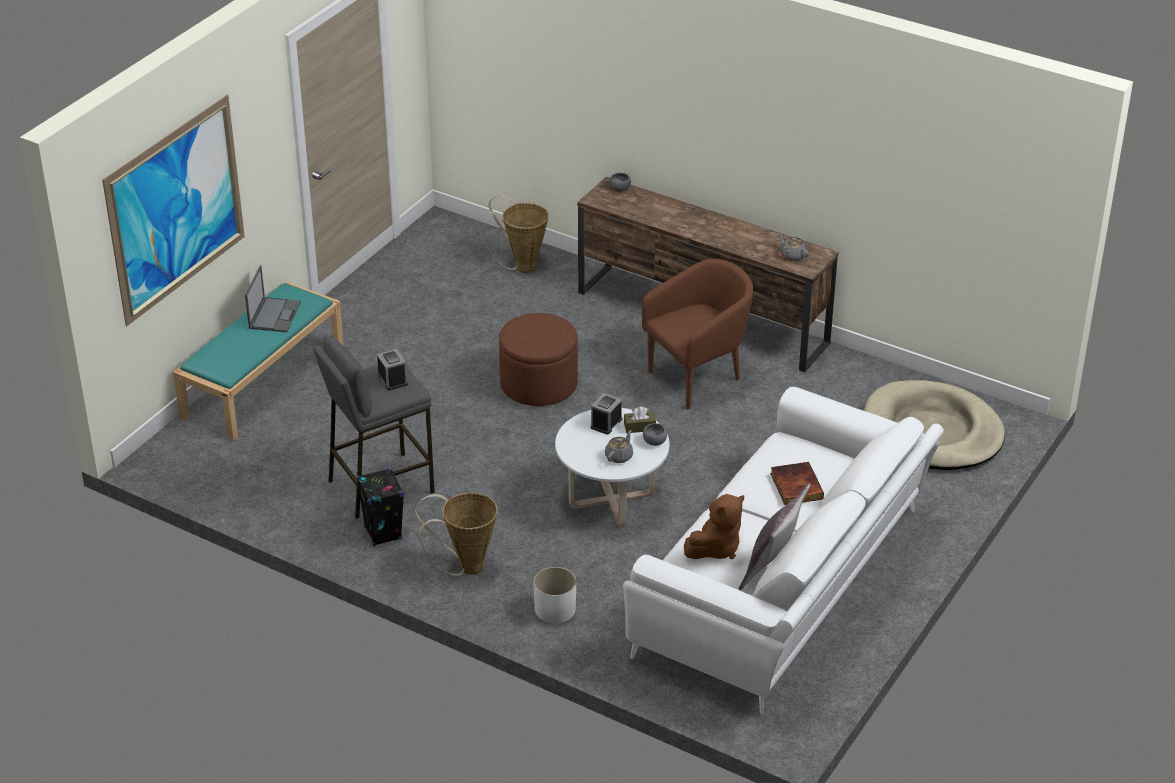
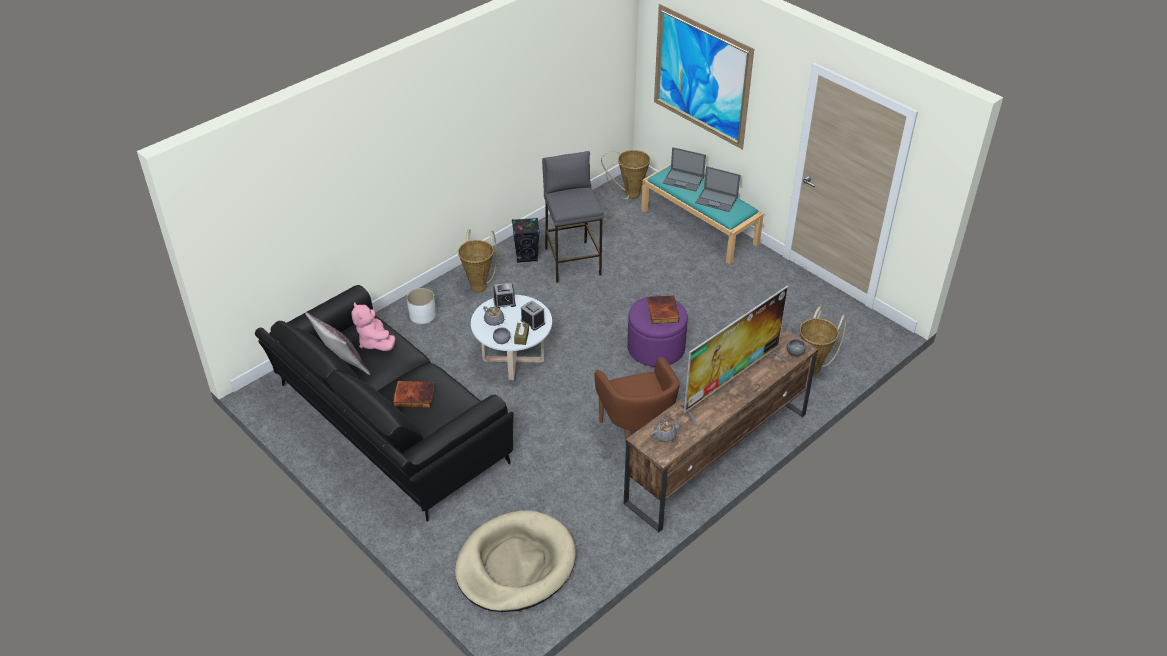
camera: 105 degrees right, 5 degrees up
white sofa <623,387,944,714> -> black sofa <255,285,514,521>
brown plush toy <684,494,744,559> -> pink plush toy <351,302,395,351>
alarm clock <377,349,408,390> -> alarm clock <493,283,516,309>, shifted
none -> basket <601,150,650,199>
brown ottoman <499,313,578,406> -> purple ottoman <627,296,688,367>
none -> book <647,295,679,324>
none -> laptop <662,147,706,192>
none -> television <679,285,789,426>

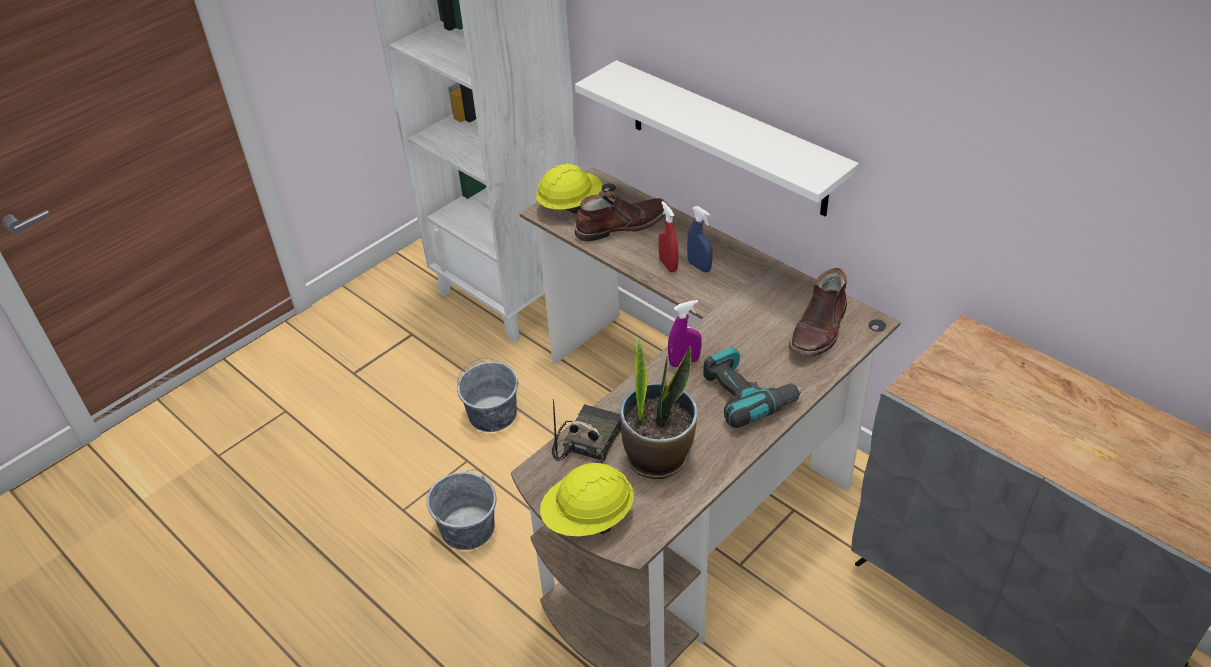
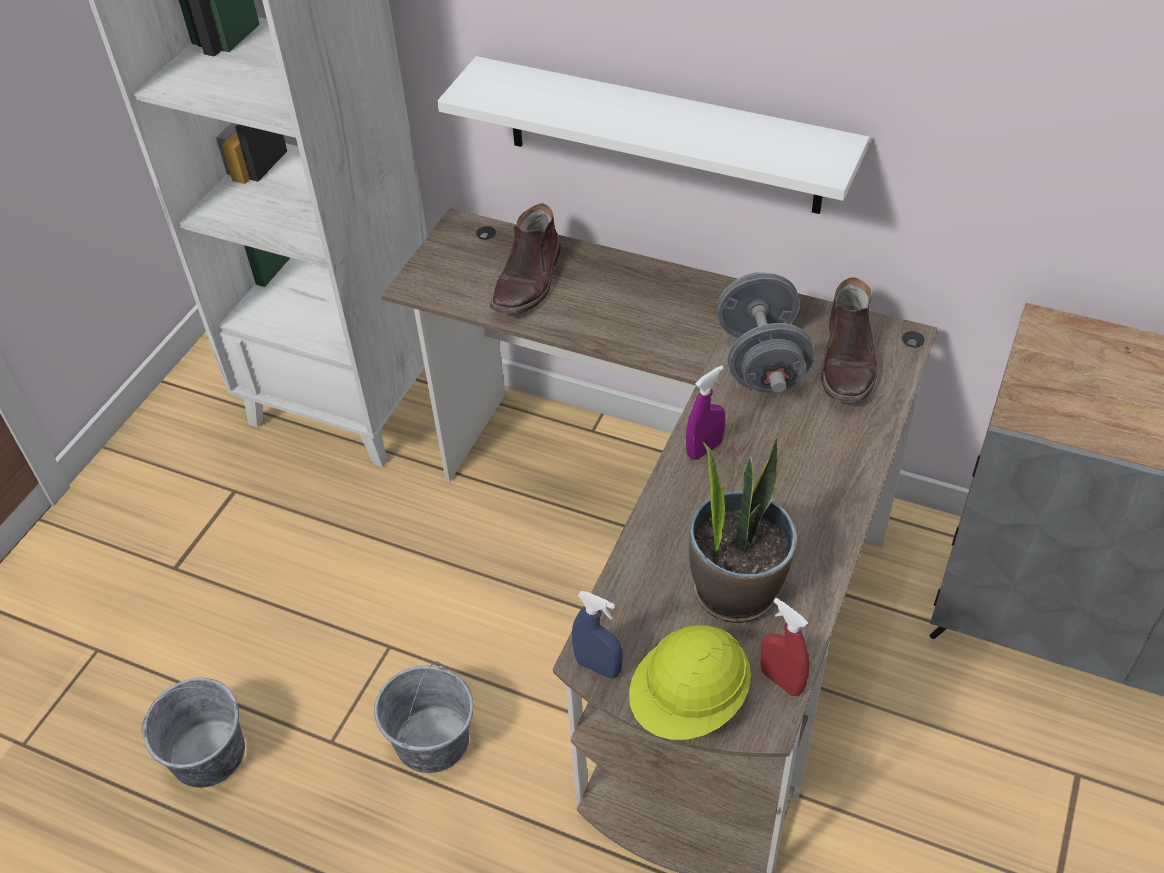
camera: 20 degrees left, 5 degrees up
grey bucket <457,357,518,432> -> grey bucket <142,678,245,788>, shifted
brown boot <574,191,669,241> -> brown boot <490,203,561,314>, 150 degrees clockwise
blue spray bottle <687,206,713,272> -> blue spray bottle <572,591,623,679>, shifted
none -> grey dumbbell <716,272,815,393>
red spray bottle <658,201,678,272> -> red spray bottle <761,598,810,696>, shifted
yellow hard hat <536,164,602,214> -> none
radio <552,399,621,463> -> none
power drill <703,347,805,428> -> none

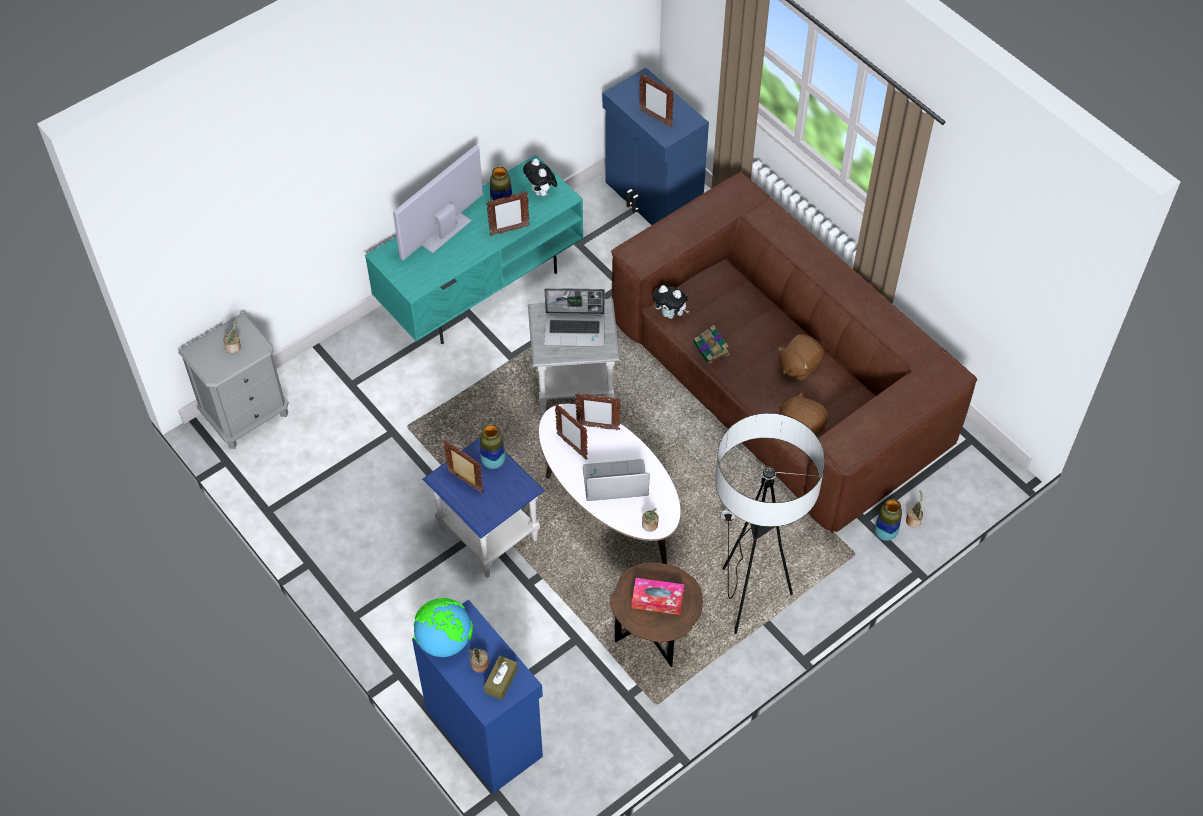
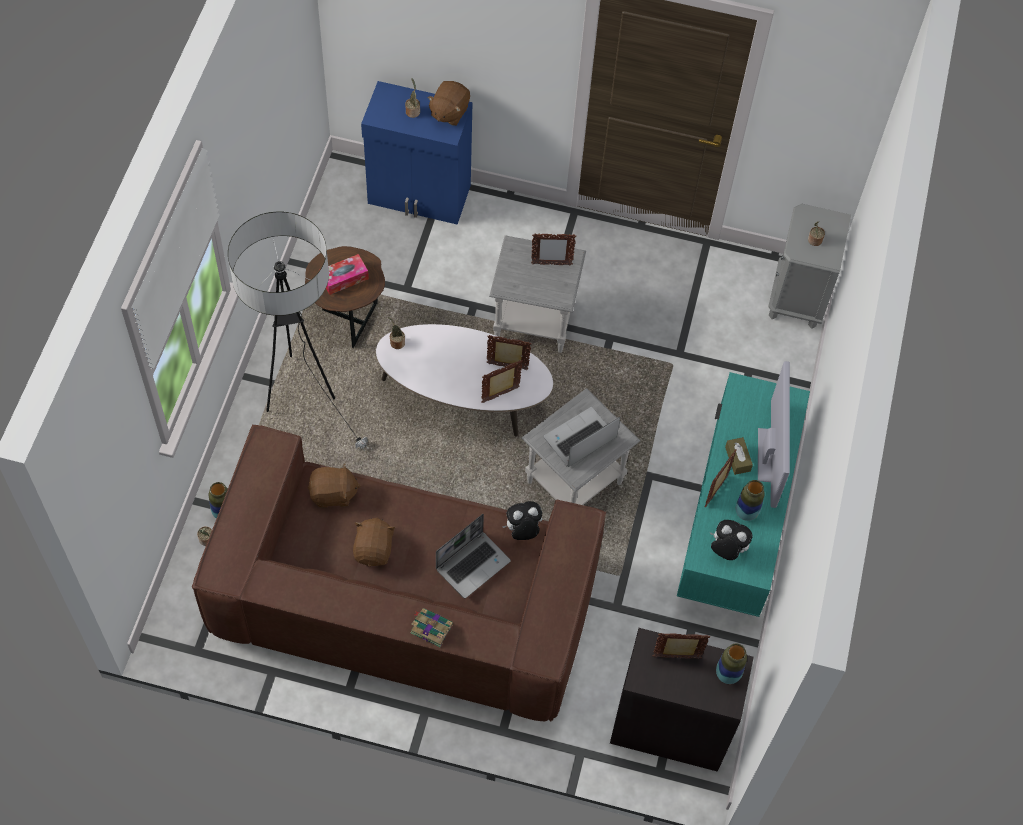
camera: 140 degrees right, 5 degrees up
book <693,325,730,365> -> book <411,608,453,647>, shifted
globe <413,598,473,657> -> brown plush toy <427,81,470,126>
laptop <583,459,650,501> -> laptop <436,514,511,598>, shifted
blue side table <422,438,545,578> -> grey side table <489,235,586,353>
blue cabinet <603,68,709,225> -> black cabinet <610,628,754,772>
vase <480,424,505,469> -> vase <716,644,747,684>, shifted
brown tissue box <484,655,518,700> -> brown tissue box <725,437,753,475>, shifted

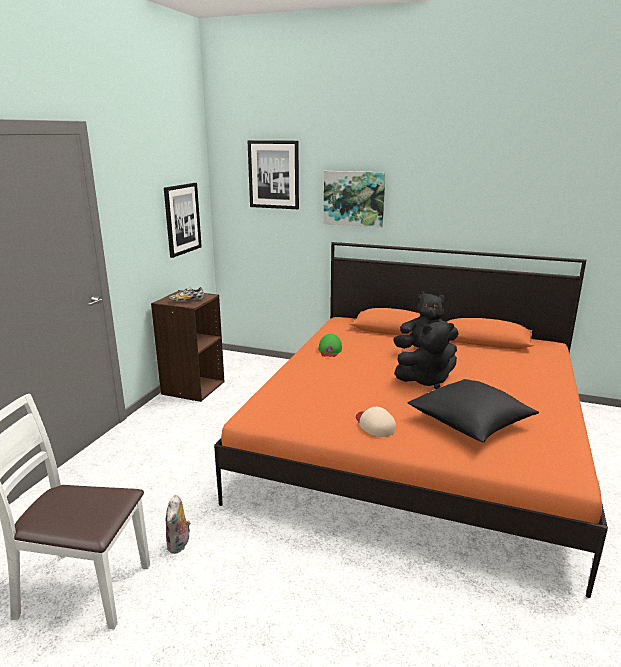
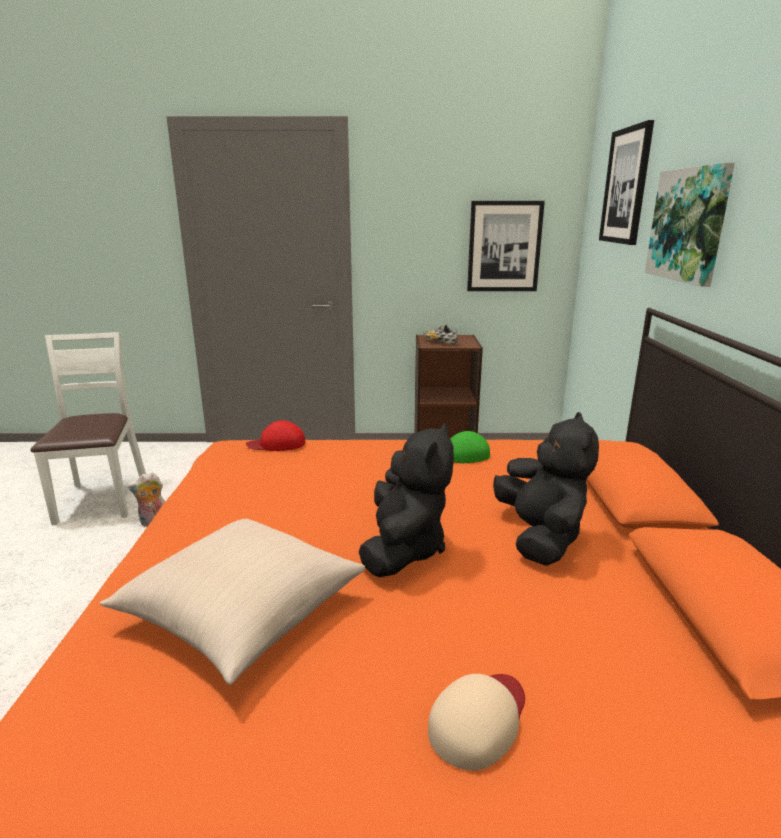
camera: 70 degrees right, 0 degrees up
black pillow <407,379,539,443> -> beige pillow <100,518,365,685>
none -> red cap <246,420,306,451>
black plush toy <394,322,457,389> -> black plush toy <359,423,454,578>, 135 degrees counterclockwise
beige cap <356,407,396,437> -> beige cap <428,674,525,771>, shifted

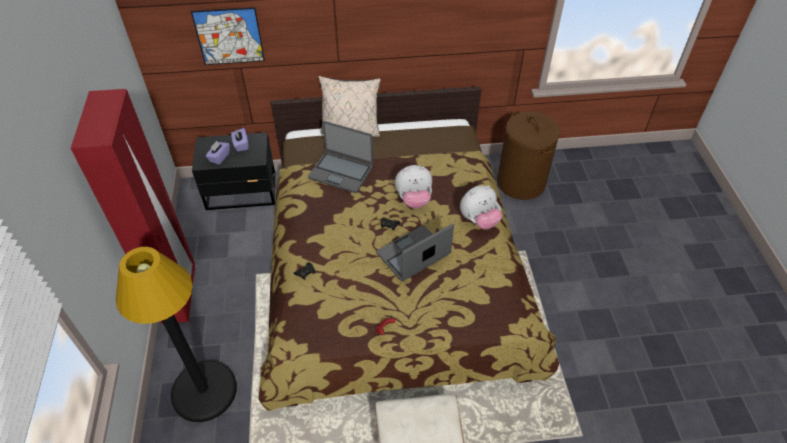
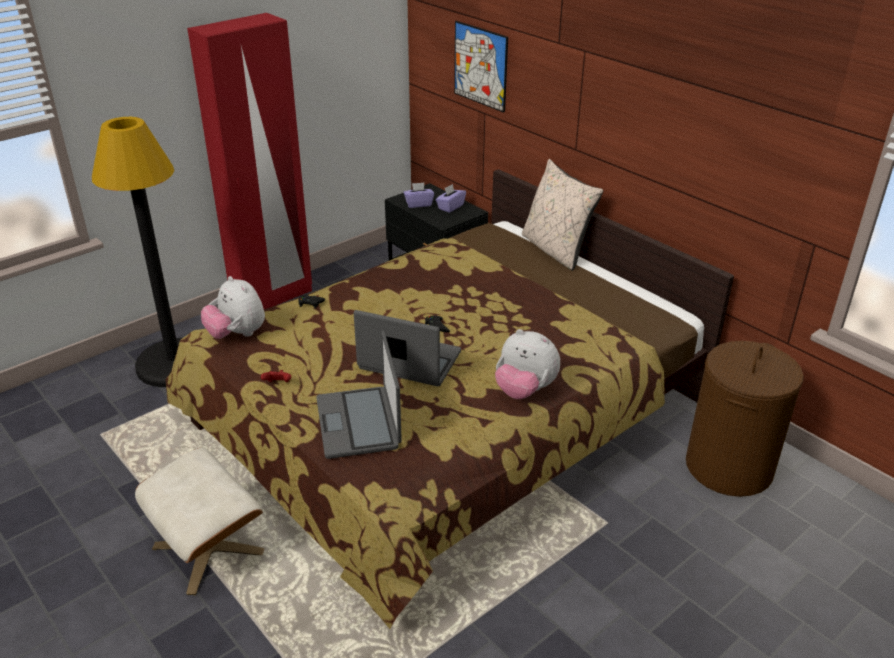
camera: 55 degrees right, 15 degrees down
plush toy <395,165,432,209> -> plush toy <201,276,265,339>, shifted
laptop <308,121,373,193> -> laptop <316,331,402,459>, shifted

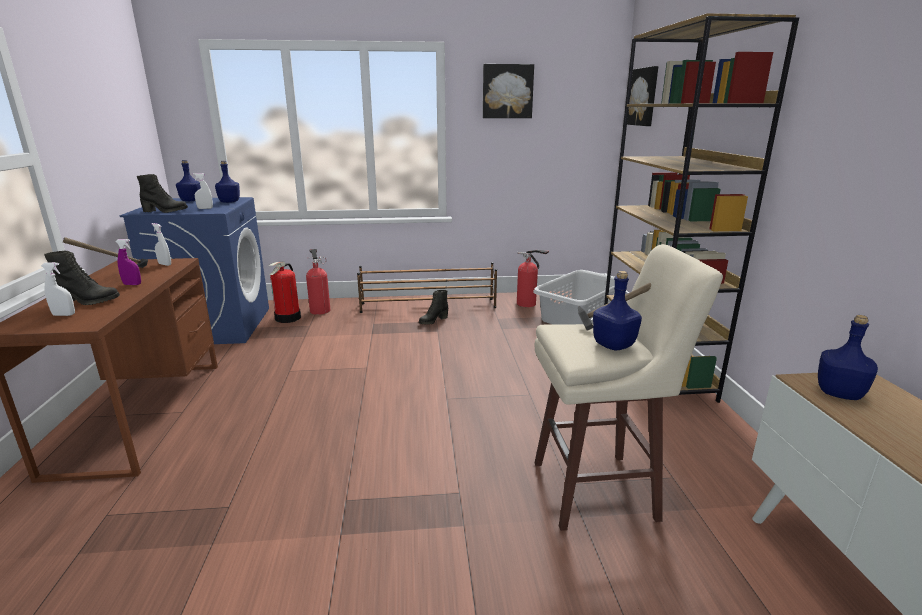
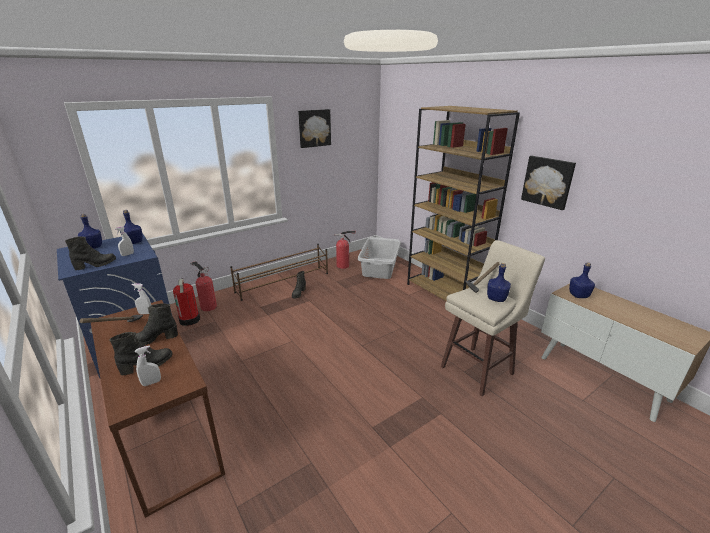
camera: 30 degrees left, 5 degrees up
purple spray bottle <115,239,141,285> -> black boot <136,303,178,345>
picture <627,66,659,126> -> picture <521,156,576,210>, shifted

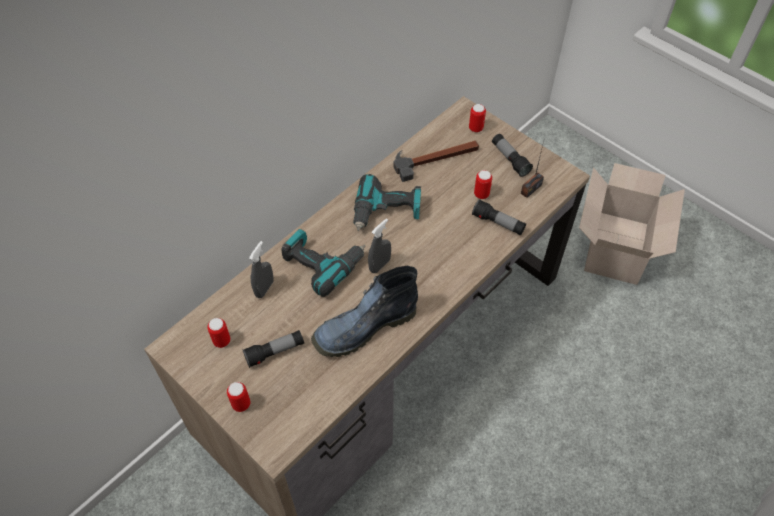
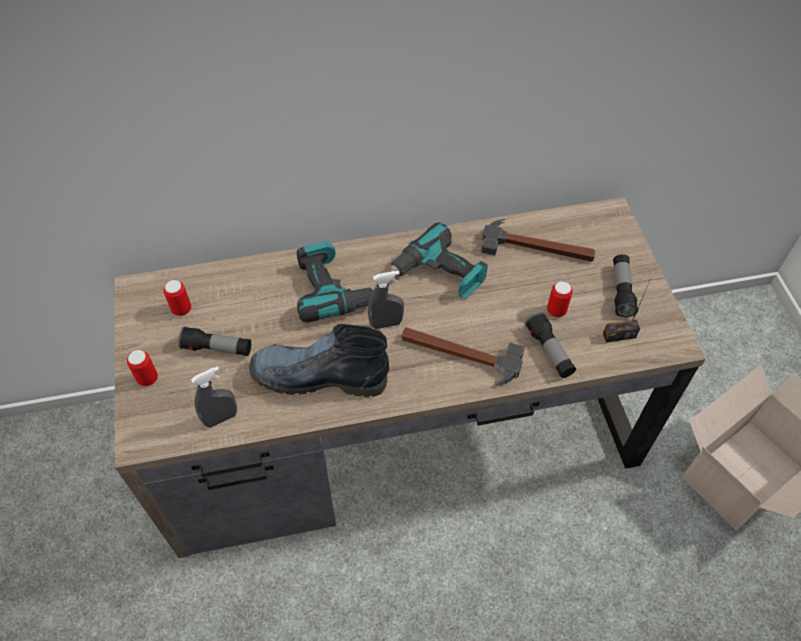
camera: 35 degrees right, 0 degrees up
grey spray bottle <249,241,274,298> -> grey spray bottle <191,366,237,428>, shifted
none -> hammer <402,327,525,385>
can <469,104,486,132> -> none

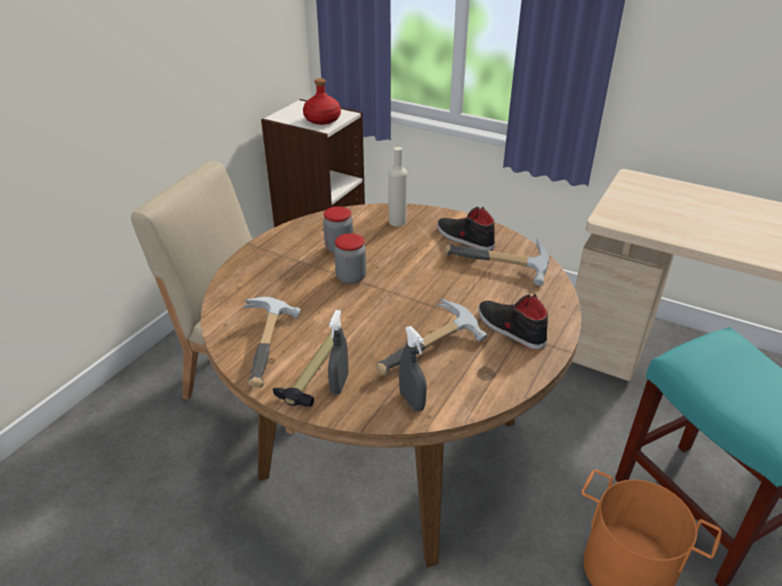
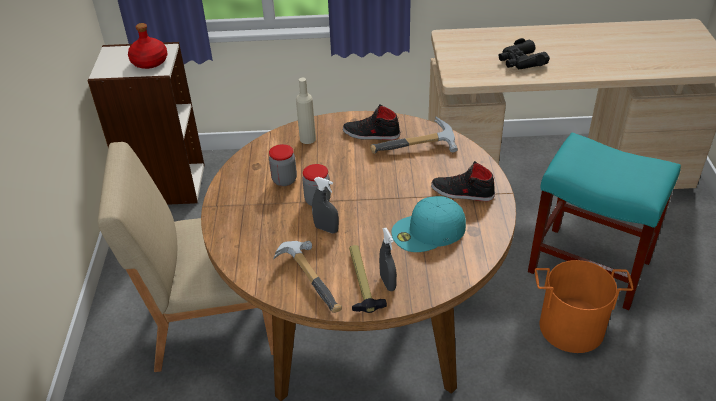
camera: 30 degrees left, 5 degrees up
grey spray bottle <399,326,427,411> -> grey spray bottle <312,177,339,233>, shifted
hammer <375,299,487,376> -> turquoise cap <391,196,466,252>
none -> black binoculars <498,38,550,69>

